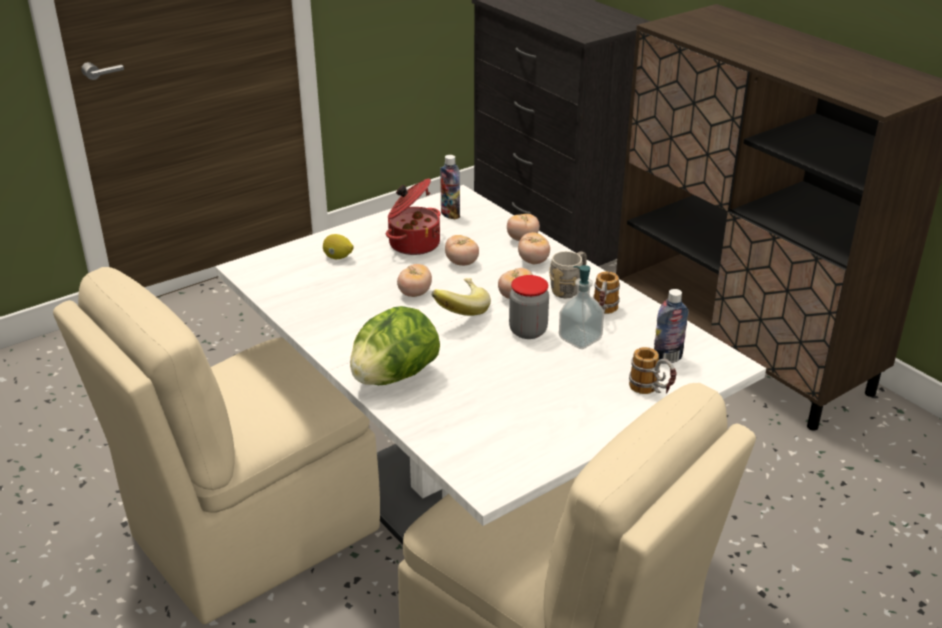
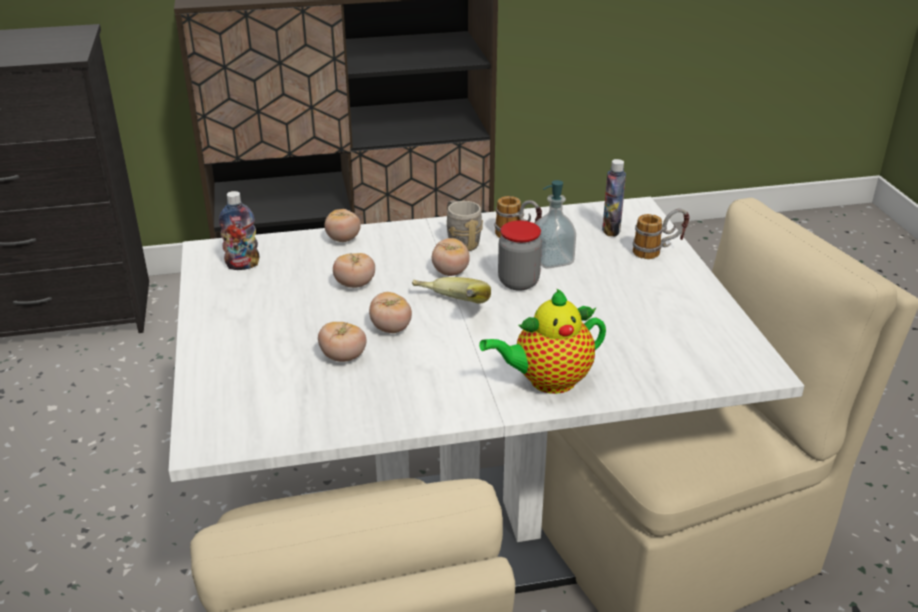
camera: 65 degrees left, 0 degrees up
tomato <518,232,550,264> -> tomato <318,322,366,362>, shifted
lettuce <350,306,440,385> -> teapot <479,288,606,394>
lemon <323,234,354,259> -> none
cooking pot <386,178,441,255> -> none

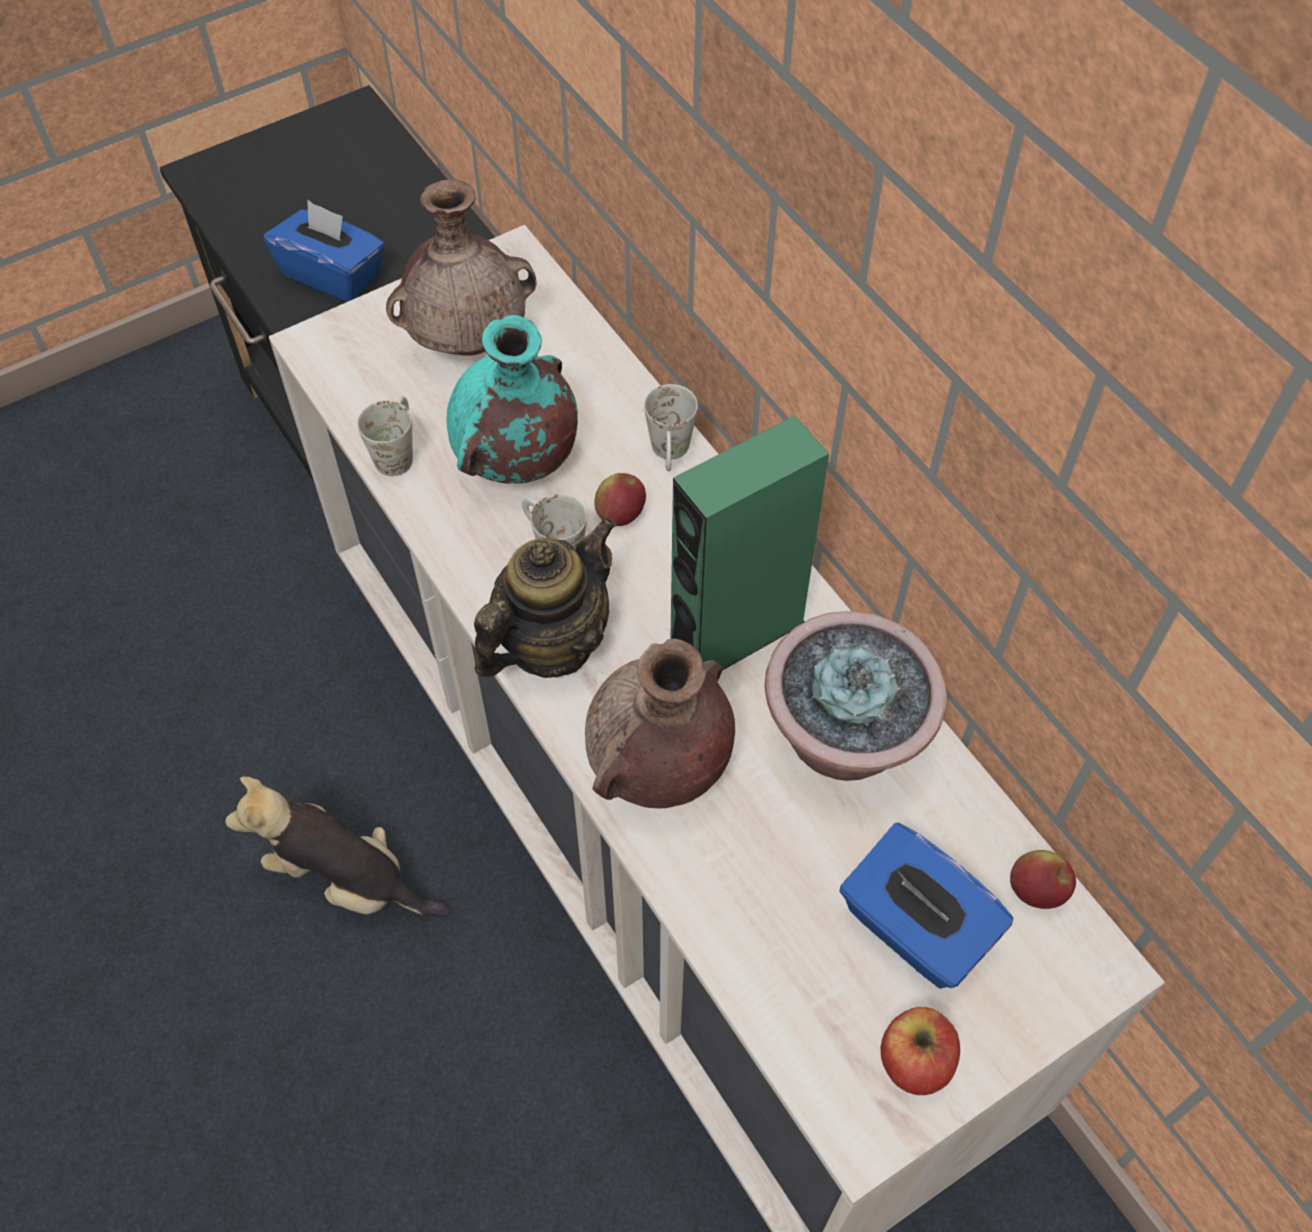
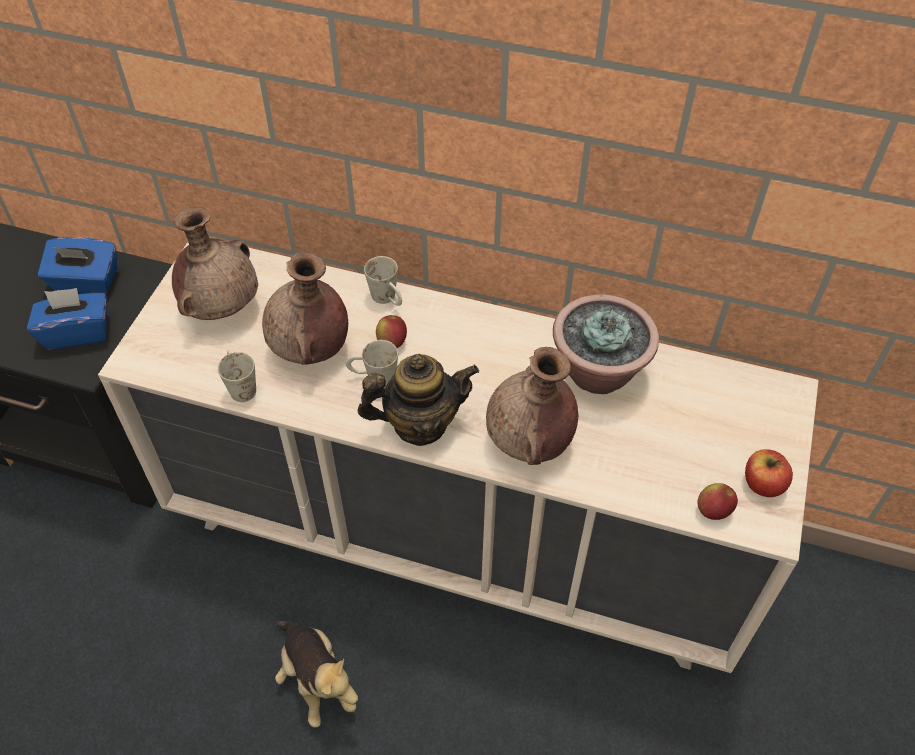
camera: 40 degrees left, 5 degrees down
blue tissue box <839,823,1013,989> -> blue tissue box <38,237,117,294>, shifted
turquoise vase <447,315,578,484> -> brown vase <262,252,348,365>
plush toy <225,777,450,917> -> plush toy <275,621,358,728>, 105 degrees counterclockwise
teapot <474,518,616,678> -> teapot <358,354,479,446>, 75 degrees clockwise
apple <1010,850,1076,909> -> apple <697,483,738,520>, shifted
green speaker <670,416,829,670> -> none

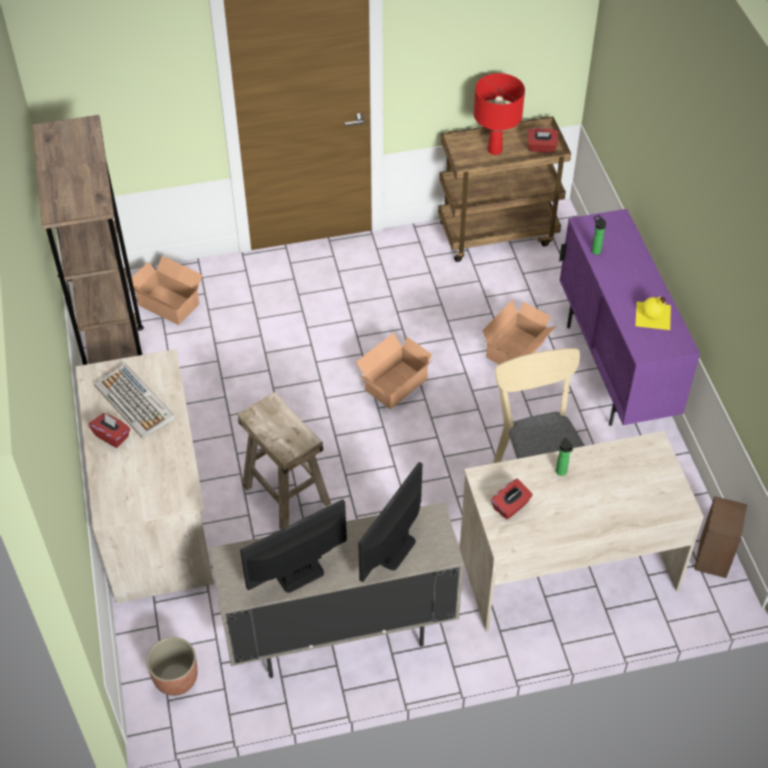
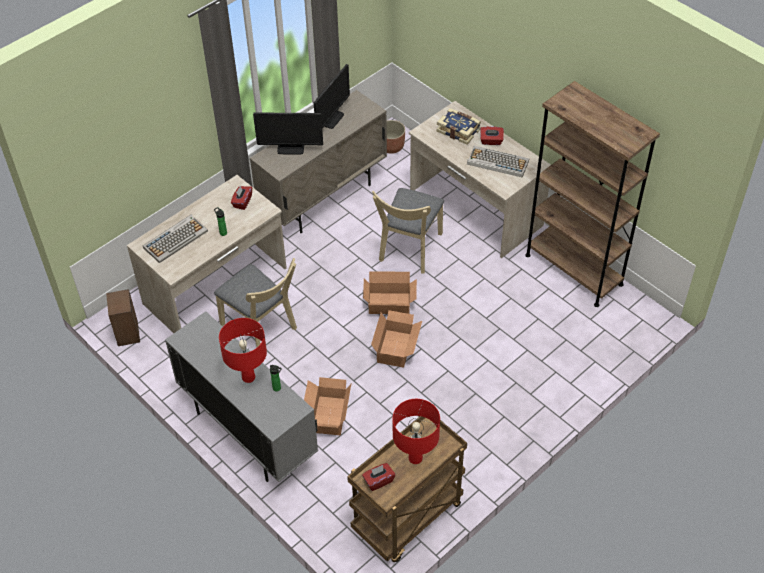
camera: 150 degrees right, 0 degrees up
none -> keyboard <143,214,208,263>
purple cabinet <559,209,700,426> -> grey cabinet <165,311,318,482>
none -> red table lamp <219,318,267,383>
monitor <358,462,422,582> -> monitor <253,112,323,154>, 90 degrees clockwise
cardboard box <132,256,203,325> -> cardboard box <363,271,417,314>, shifted
beige stool <238,392,331,529> -> beige chair <372,188,444,274>
none -> book <436,108,481,145>
yellow bottle <635,296,671,330> -> none

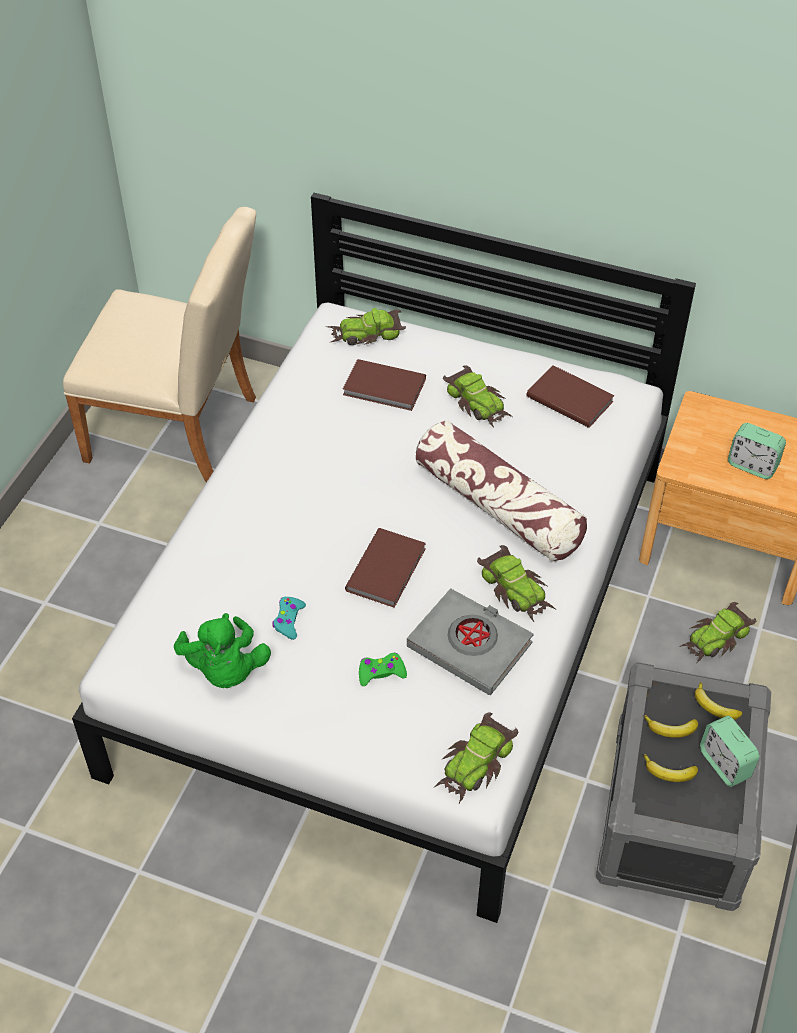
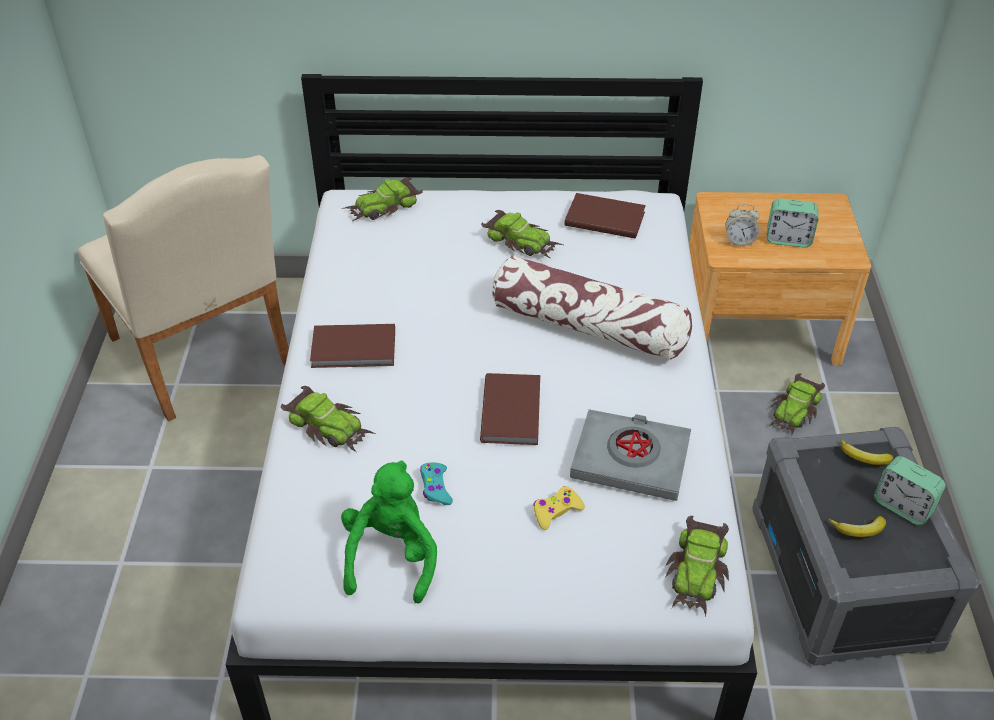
camera: 20 degrees left, 5 degrees down
beige chair <63,207,256,482> -> beige chair <78,155,289,422>, 60 degrees clockwise
toy car <477,545,555,622> -> toy car <281,386,375,452>, shifted
brown book <343,359,426,411> -> brown book <310,324,395,368>, shifted
green plush toy <174,613,271,688> -> green plush toy <341,461,437,604>, 135 degrees counterclockwise
green game controller <359,653,407,686> -> yellow game controller <533,486,585,530>
none -> alarm clock <725,204,760,246>
banana <644,715,698,738> -> none

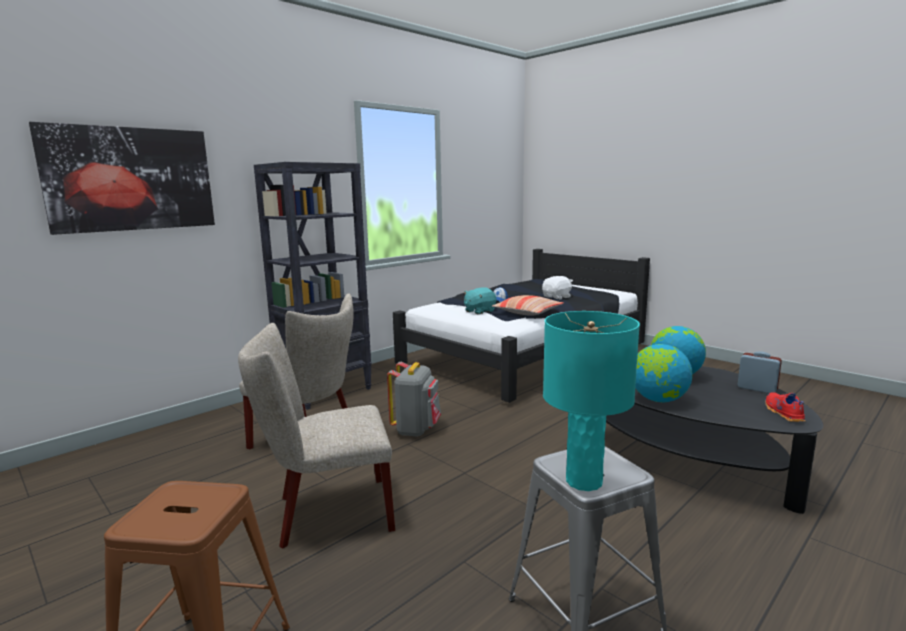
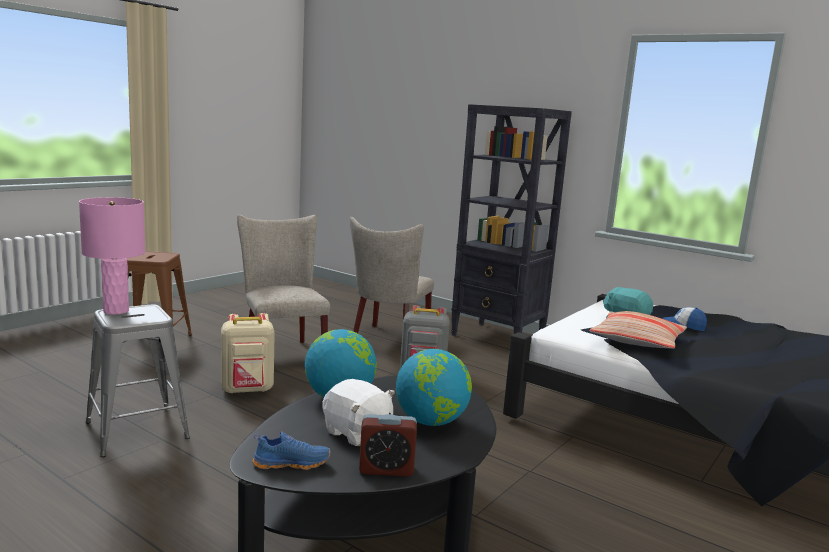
camera: 80 degrees right, 0 degrees up
turquoise table lamp <543,311,640,491> -> pink table lamp <79,197,145,315>
none -> beige backpack <221,313,275,394>
red shoe <765,392,805,422> -> blue shoe <252,432,331,470>
white plush toy <542,276,573,299> -> white plush toy <322,379,395,446>, shifted
alarm clock <738,351,782,393> -> alarm clock <359,414,417,477>, 60 degrees clockwise
picture <29,122,215,235> -> none

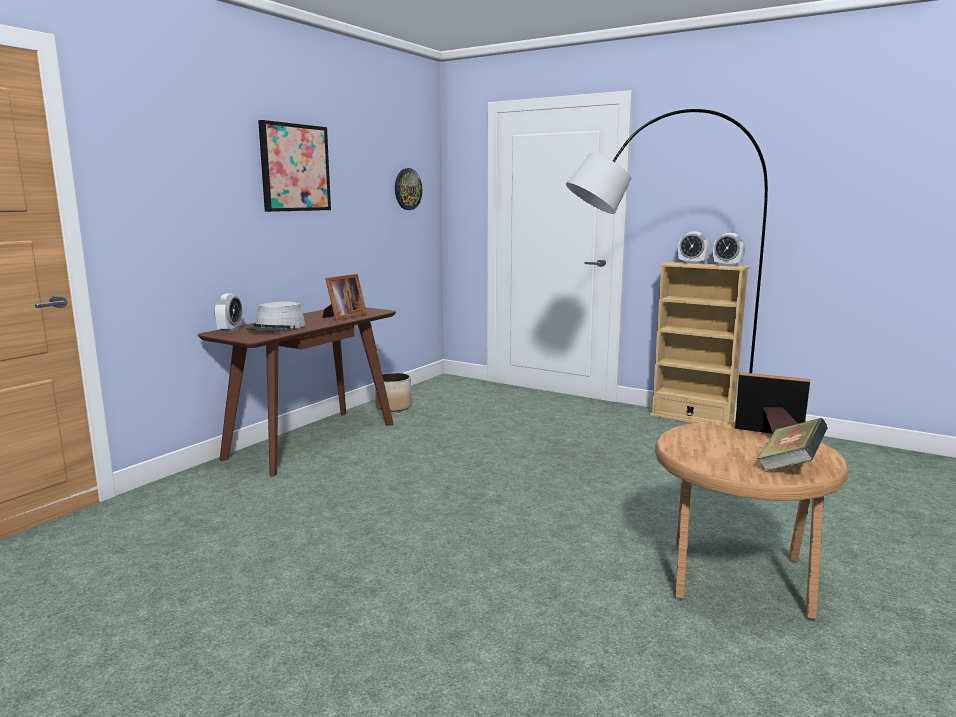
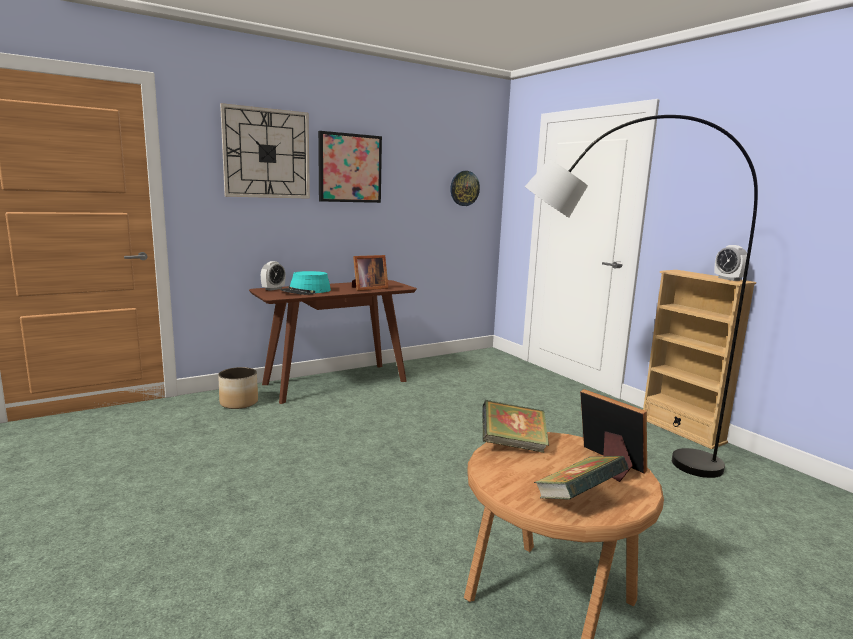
camera: 25 degrees right, 0 degrees up
planter <375,373,412,412> -> planter <218,367,258,409>, shifted
none -> wall clock <220,103,310,199>
grey hat <247,302,305,332> -> turquoise hat <280,271,331,295>
none -> book <482,400,549,453>
alarm clock <678,232,709,264> -> none

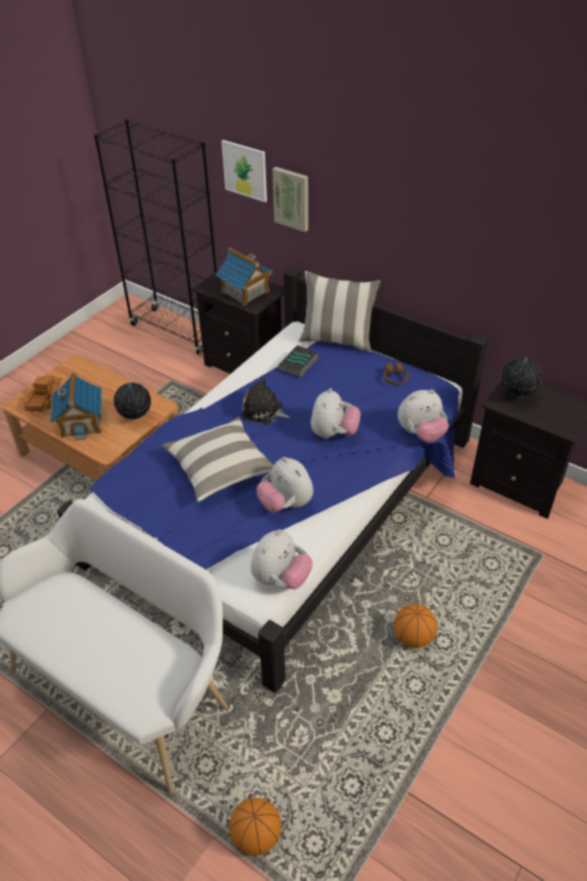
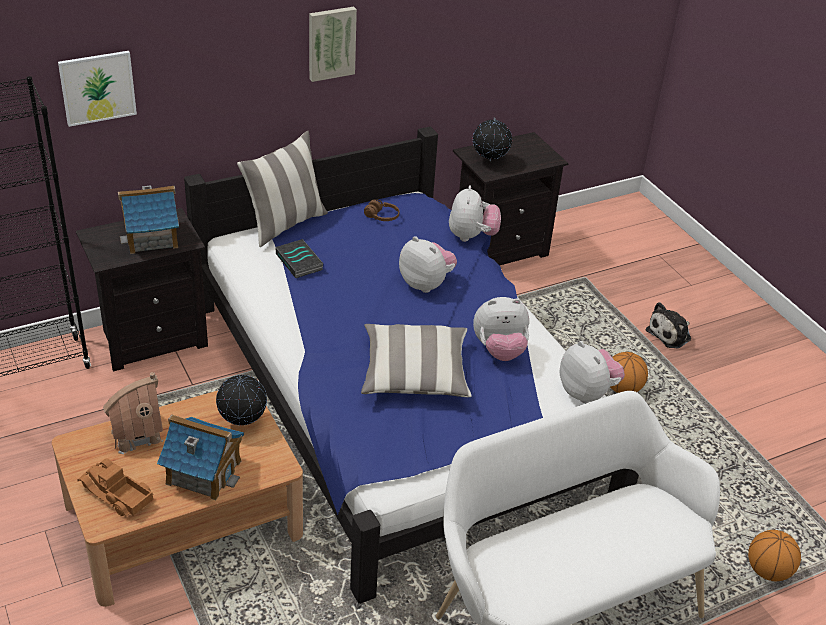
camera: 65 degrees left, 5 degrees down
none -> toy house <103,372,163,454>
picture <272,167,308,232> -> picture <309,7,357,82>, shifted
plush toy <241,377,290,425> -> plush toy <646,302,691,349>, shifted

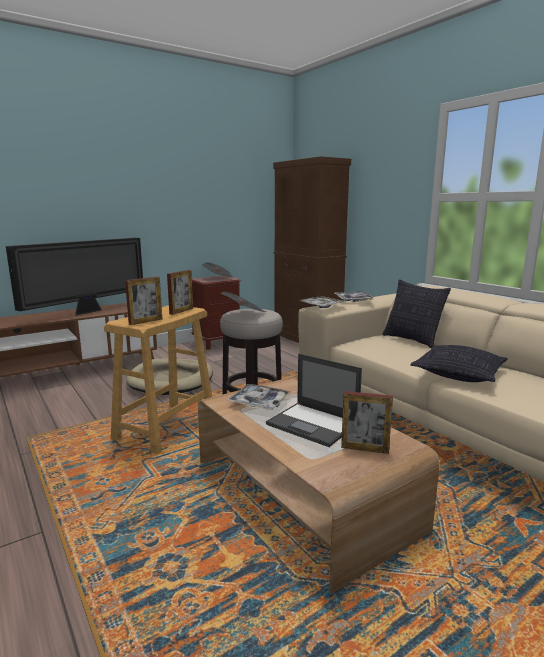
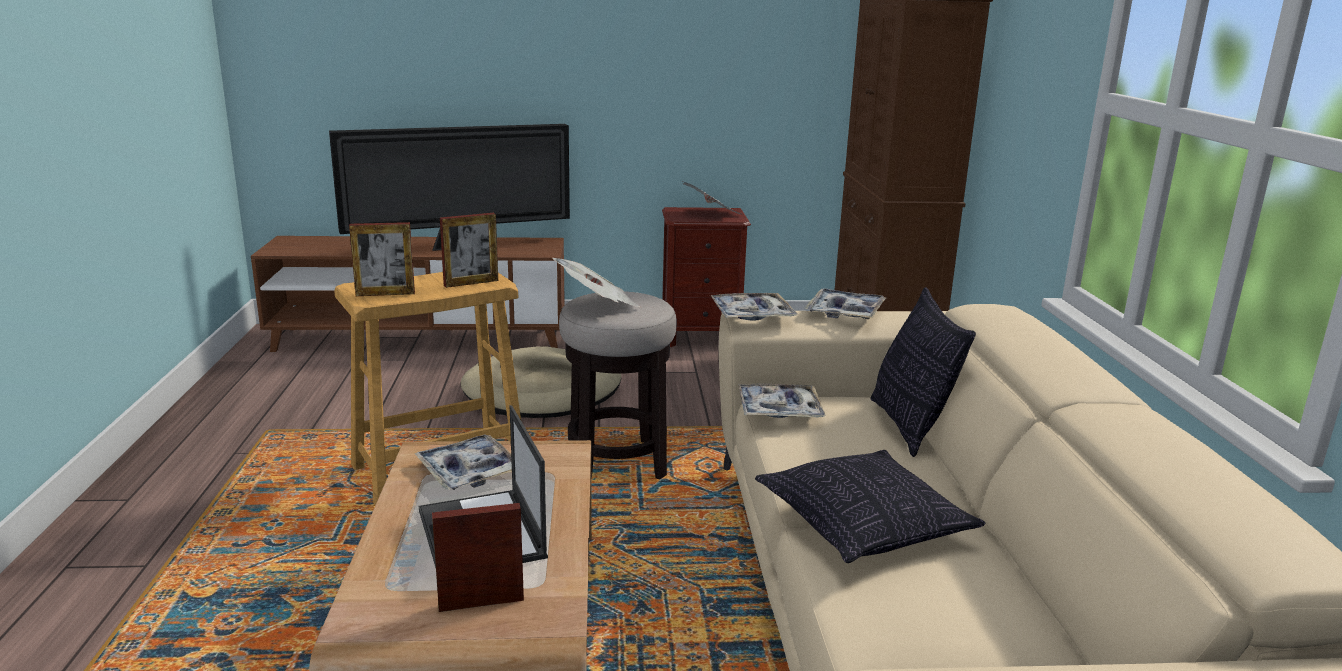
camera: 30 degrees right, 5 degrees up
picture frame <341,391,393,454> -> picture frame <432,503,524,612>, 120 degrees clockwise
none -> tray <739,384,826,418>

